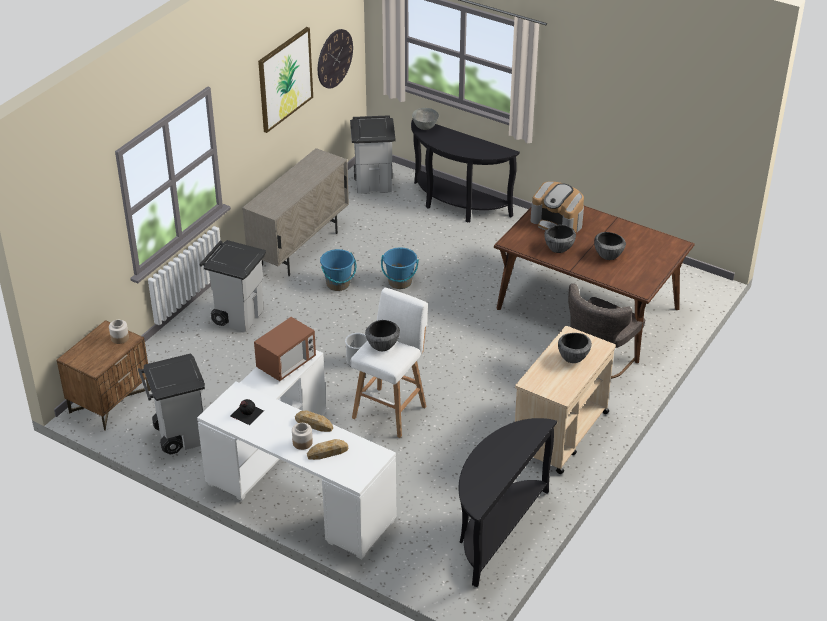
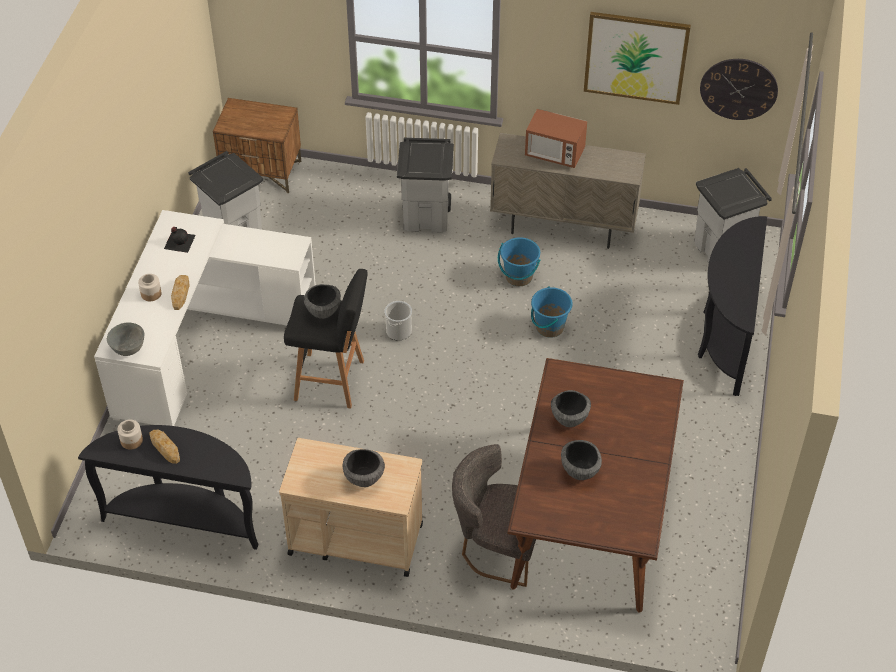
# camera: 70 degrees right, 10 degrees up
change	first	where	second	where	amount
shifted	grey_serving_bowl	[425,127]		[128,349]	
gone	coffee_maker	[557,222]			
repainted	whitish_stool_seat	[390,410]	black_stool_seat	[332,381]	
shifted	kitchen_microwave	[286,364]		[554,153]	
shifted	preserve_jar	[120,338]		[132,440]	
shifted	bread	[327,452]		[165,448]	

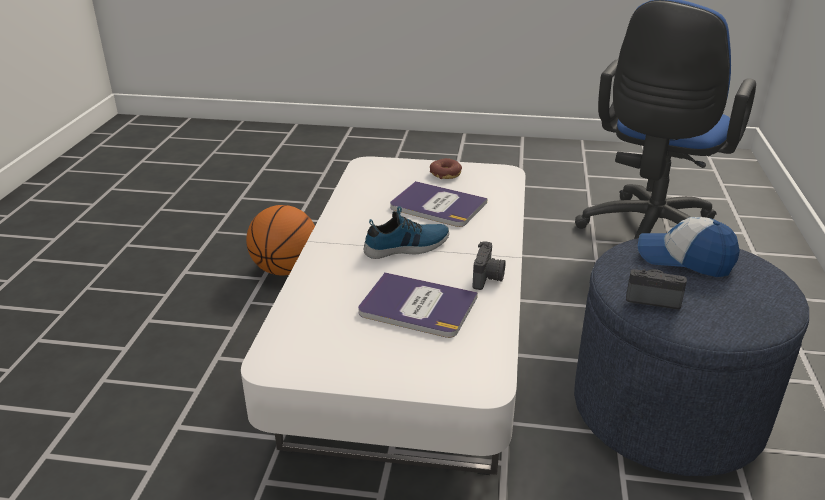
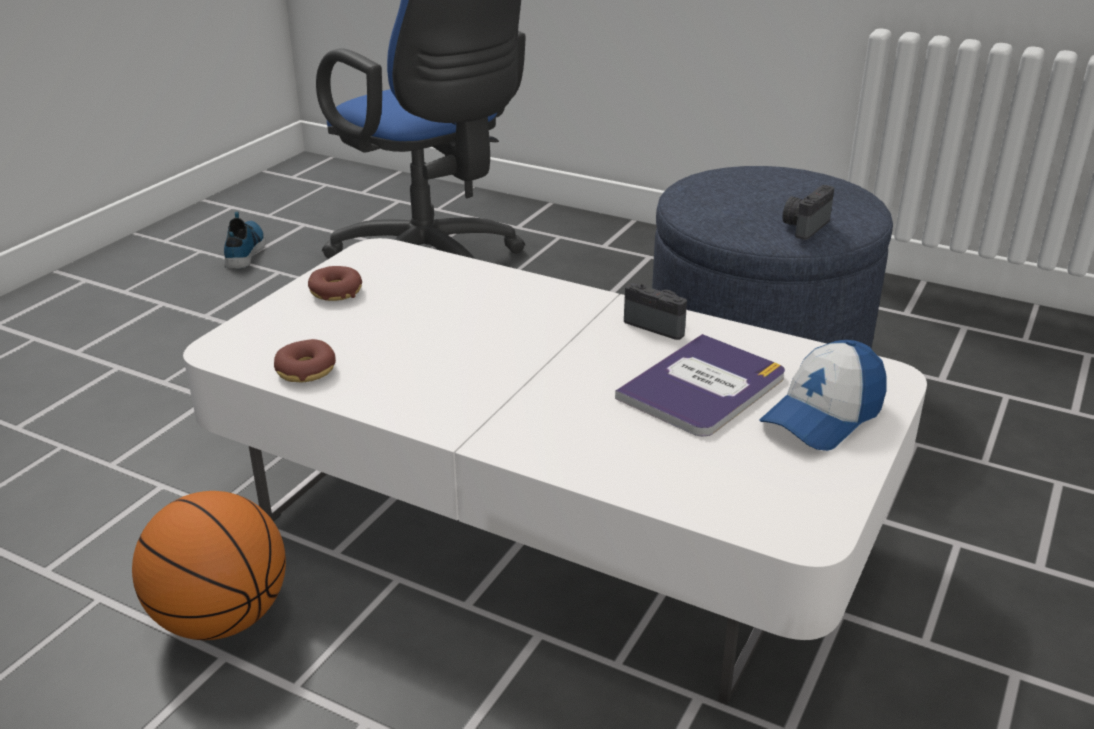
# camera: 70 degrees left, 0 degrees up
change	first	where	second	where	amount
gone	book	[437,205]			
shifted	item_of_footwear	[407,247]		[246,250]	
shifted	cap	[684,259]		[822,416]	
new			donut	[306,370]	

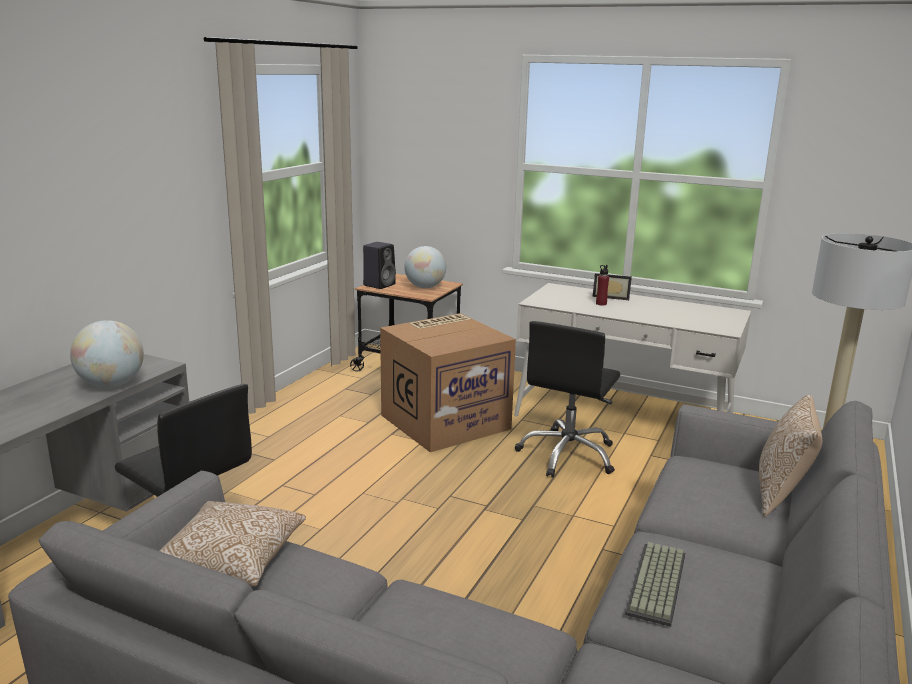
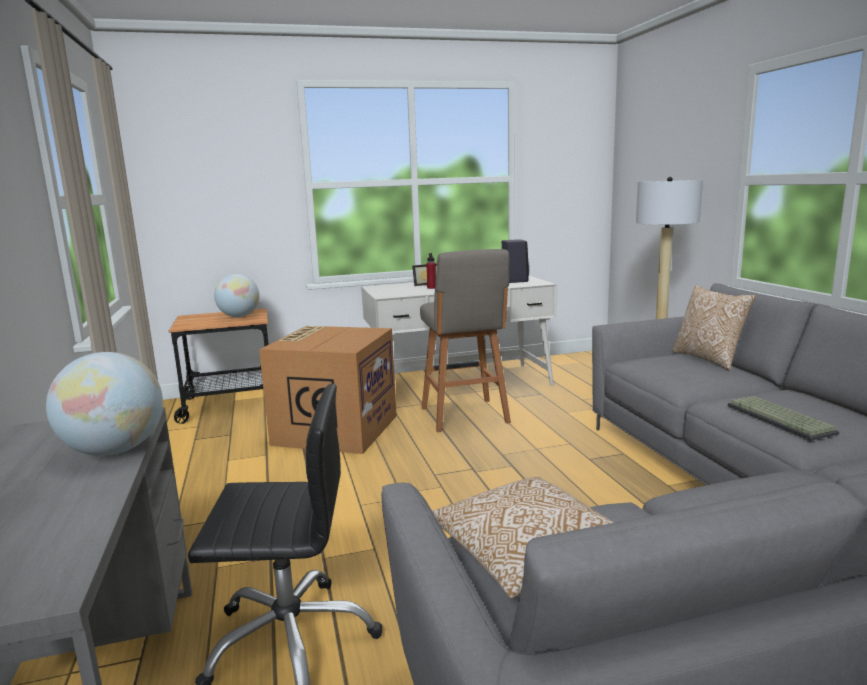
# camera: 40 degrees left, 5 degrees down
change	first	where	second	where	amount
shifted	black_audio_speaker	[379,285]		[514,280]	
swapped	black_desk_chair	[568,455]	grey_stool_seat	[465,416]	

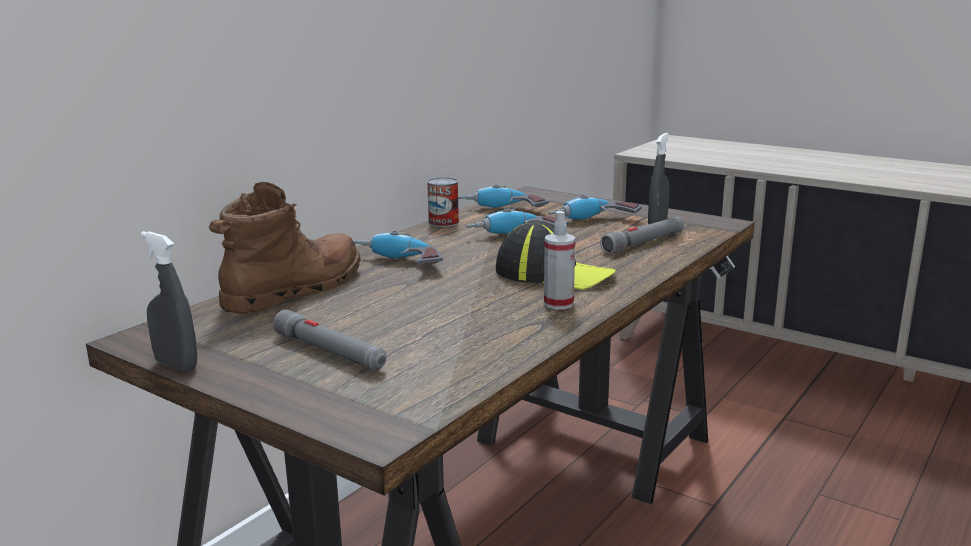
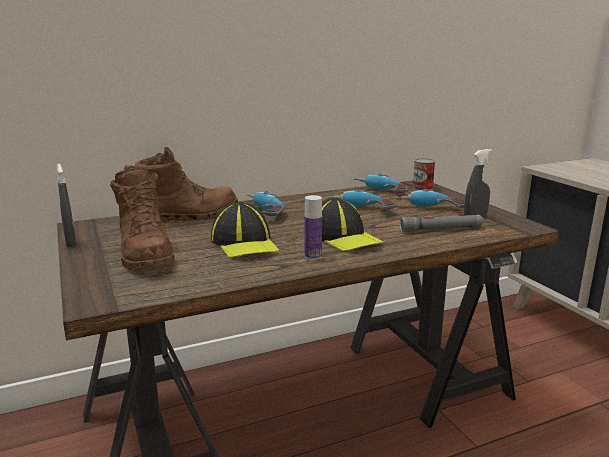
# camera: 30 degrees right, 0 degrees up
change	first	where	second	where	amount
shifted	metal_can	[443,222]		[422,188]	
swapped	sprayer	[558,304]	drink_bottle	[313,256]	
swapped	grey_flashlight	[330,352]	brown_tall_boot	[144,254]	
new			cap	[245,243]	

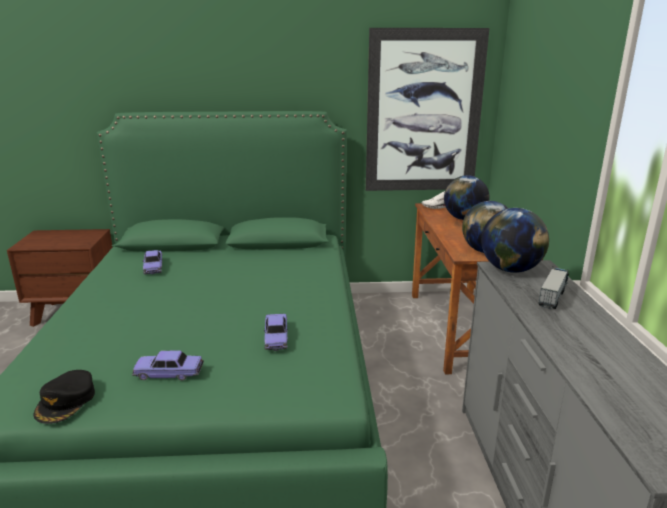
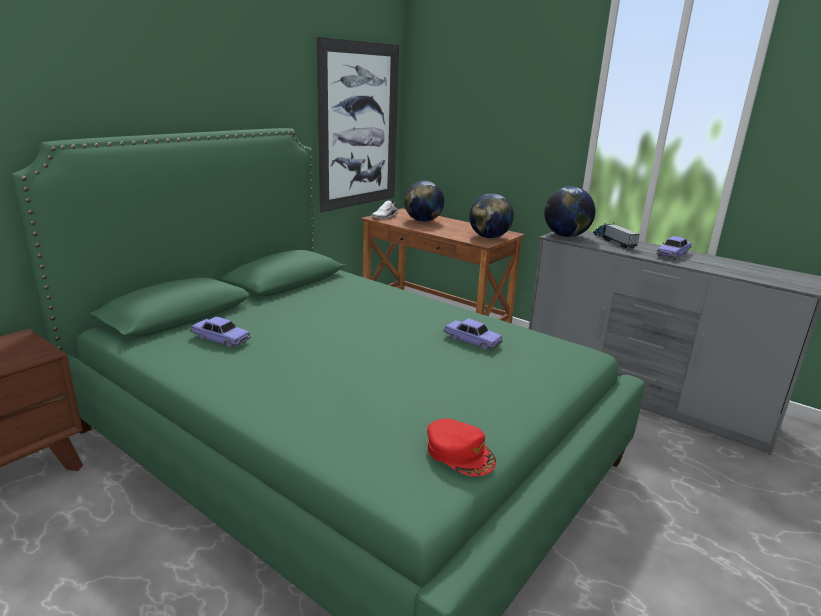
# camera: 50 degrees left, 0 degrees up
change	first	where	second	where	amount
shifted	toy_car	[169,373]		[672,254]	
repainted	black_cap	[66,401]	reddish_cap	[460,453]	

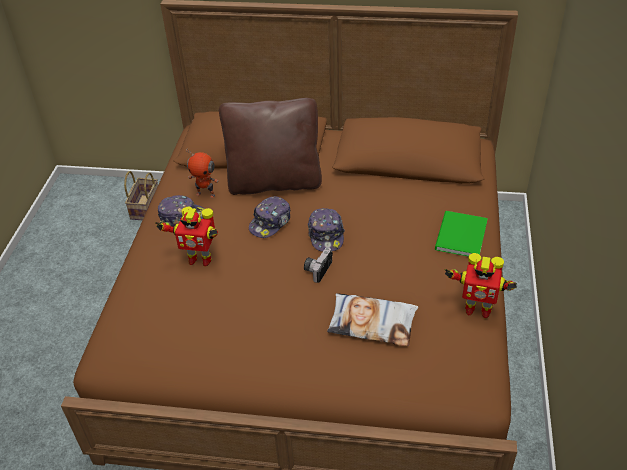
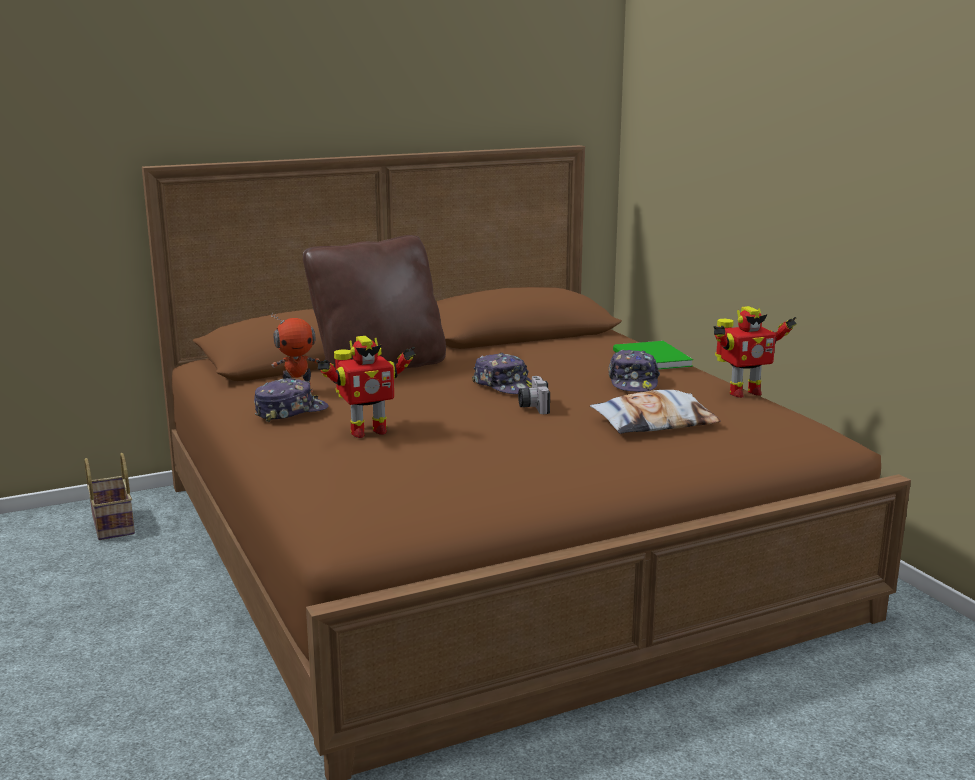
# camera: 35 degrees left, 25 degrees down
change	first	where	second	where	amount
shifted	cap	[270,223]		[633,382]	

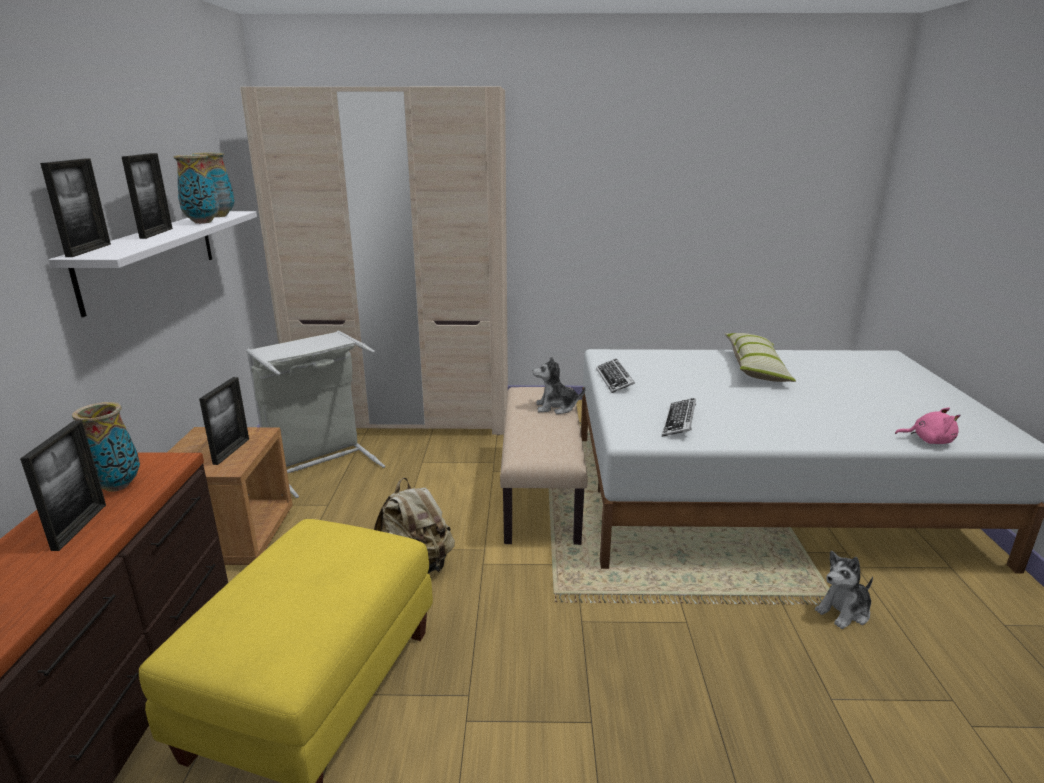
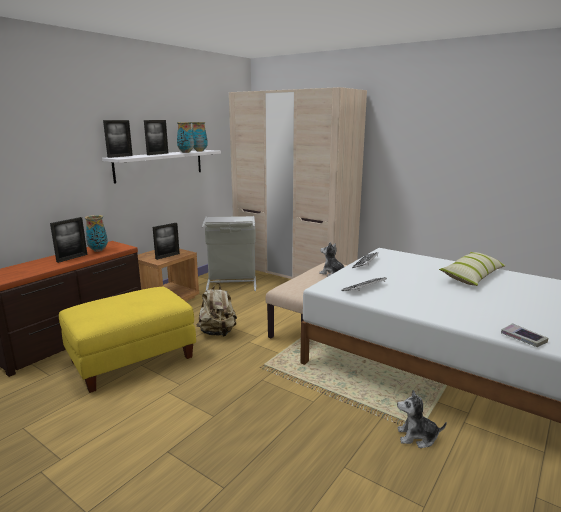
# camera: 35 degrees right, 5 degrees down
change	first	where	second	where	amount
swapped	pinkish_cuddly_toy	[928,440]	book	[523,338]	

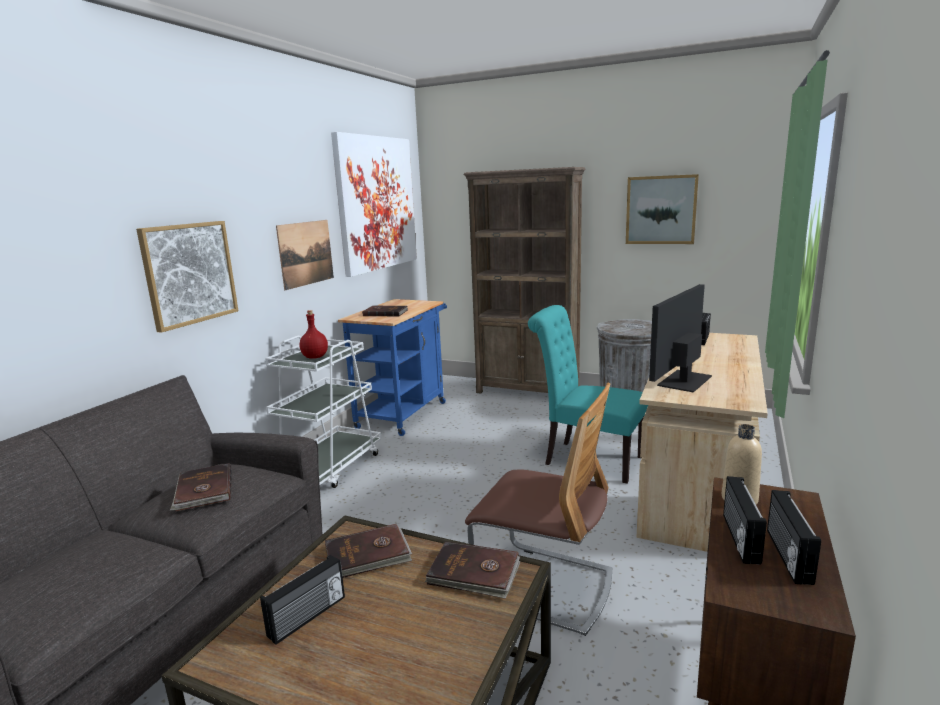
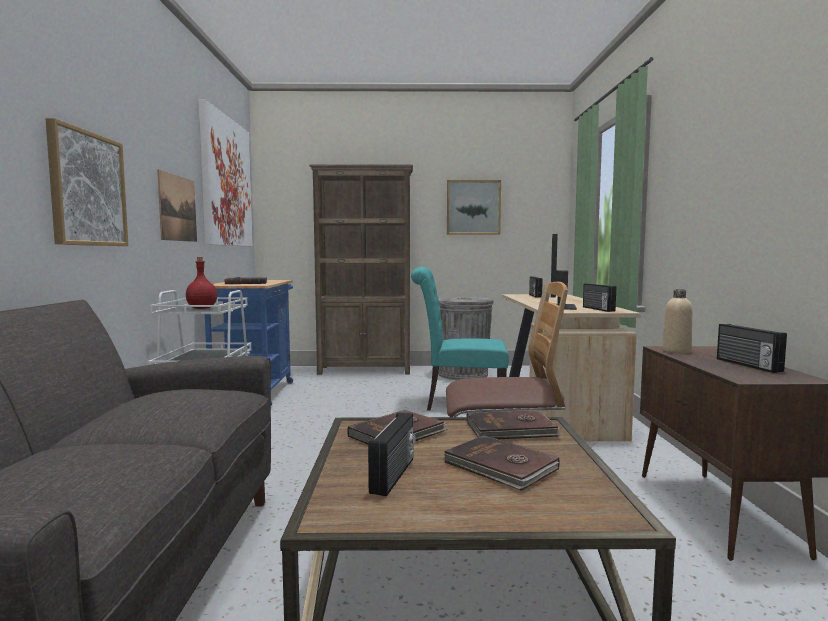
# camera: 25 degrees left, 10 degrees down
change	first	where	second	where	amount
shifted	brown_book	[203,490]		[500,466]	
shifted	radio	[739,538]		[597,309]	

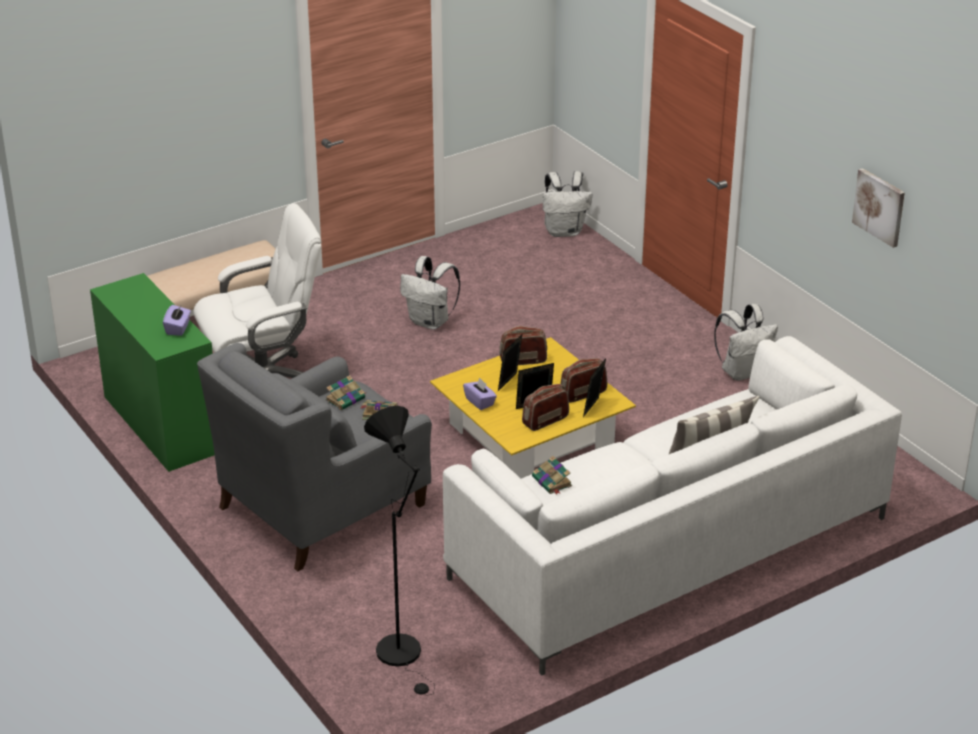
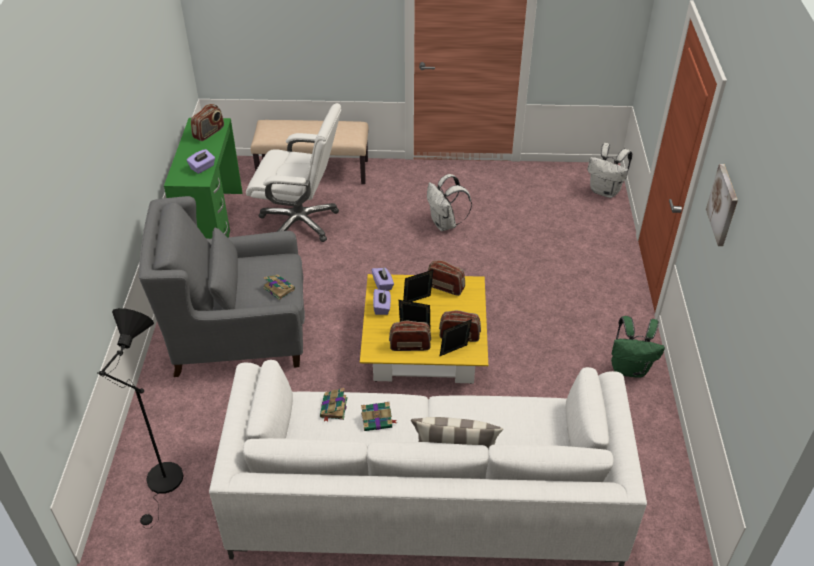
# camera: 35 degrees right, 10 degrees up
change	first	where	second	where	amount
shifted	wall_art	[879,207]		[723,205]	
repainted	whitish_backpack	[742,372]	green-coloured_backpack	[630,368]	
shifted	book	[346,399]		[377,420]	
new			radio	[209,133]	
new			purple_box_of_tissues	[383,284]	

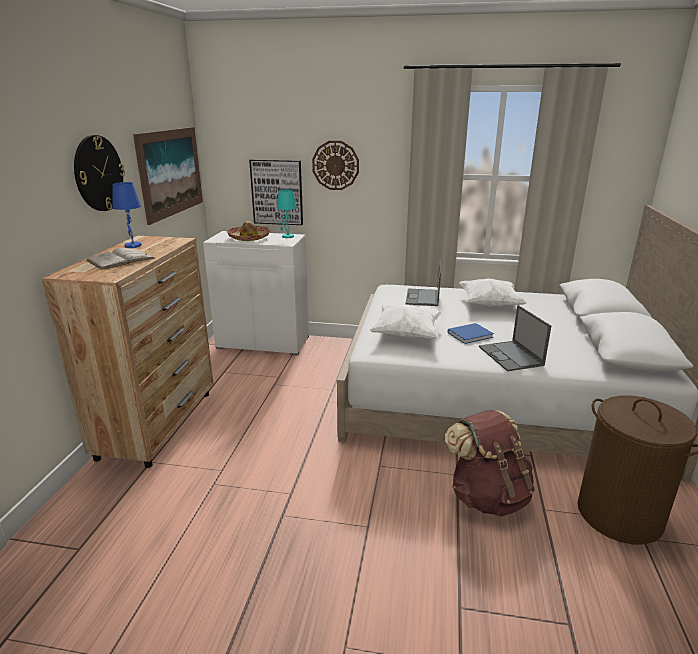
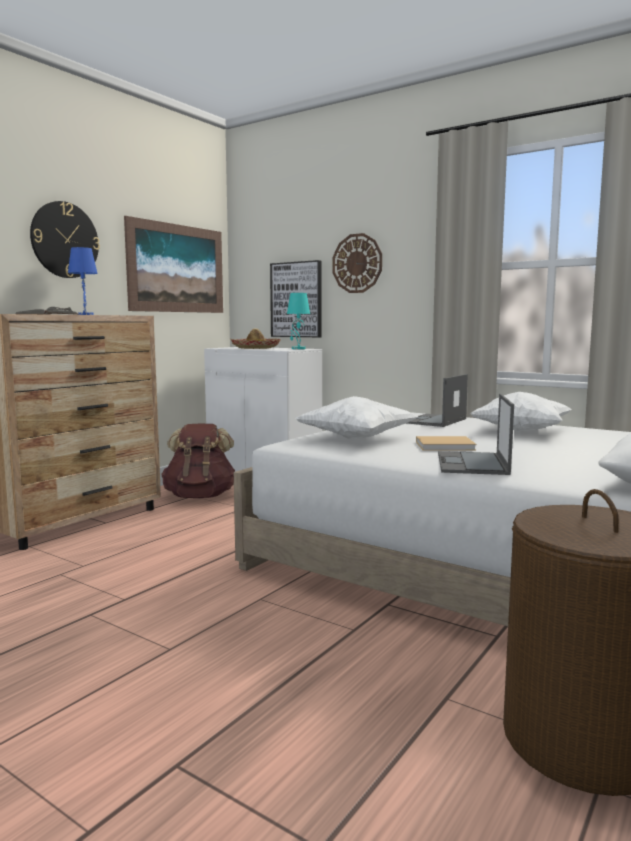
# camera: 25 degrees right, 15 degrees down
change	first	where	second	where	amount
repainted	blue_book	[471,334]	beige-coloured_book	[446,446]	
shifted	brown_backpack	[487,496]		[200,497]	

